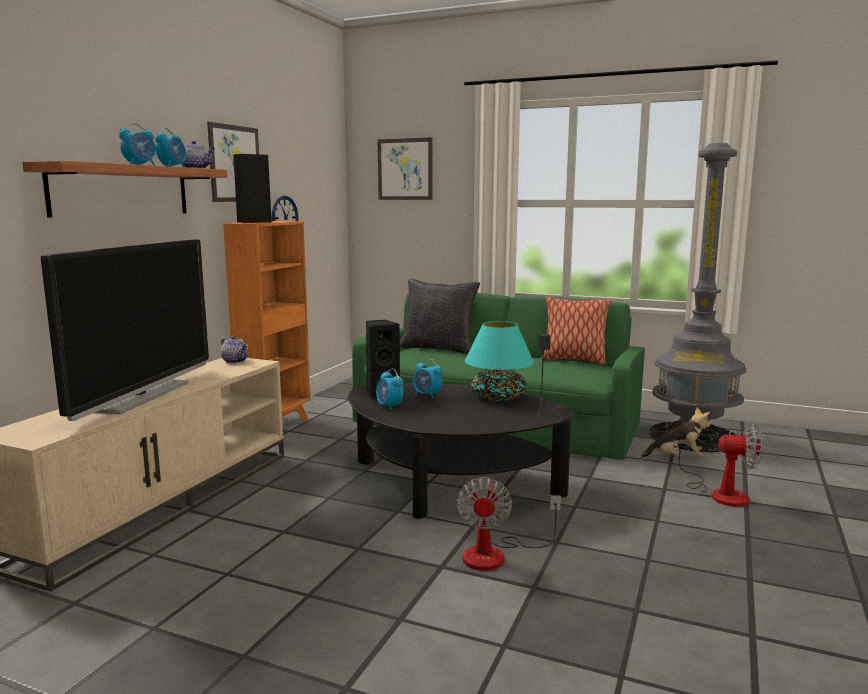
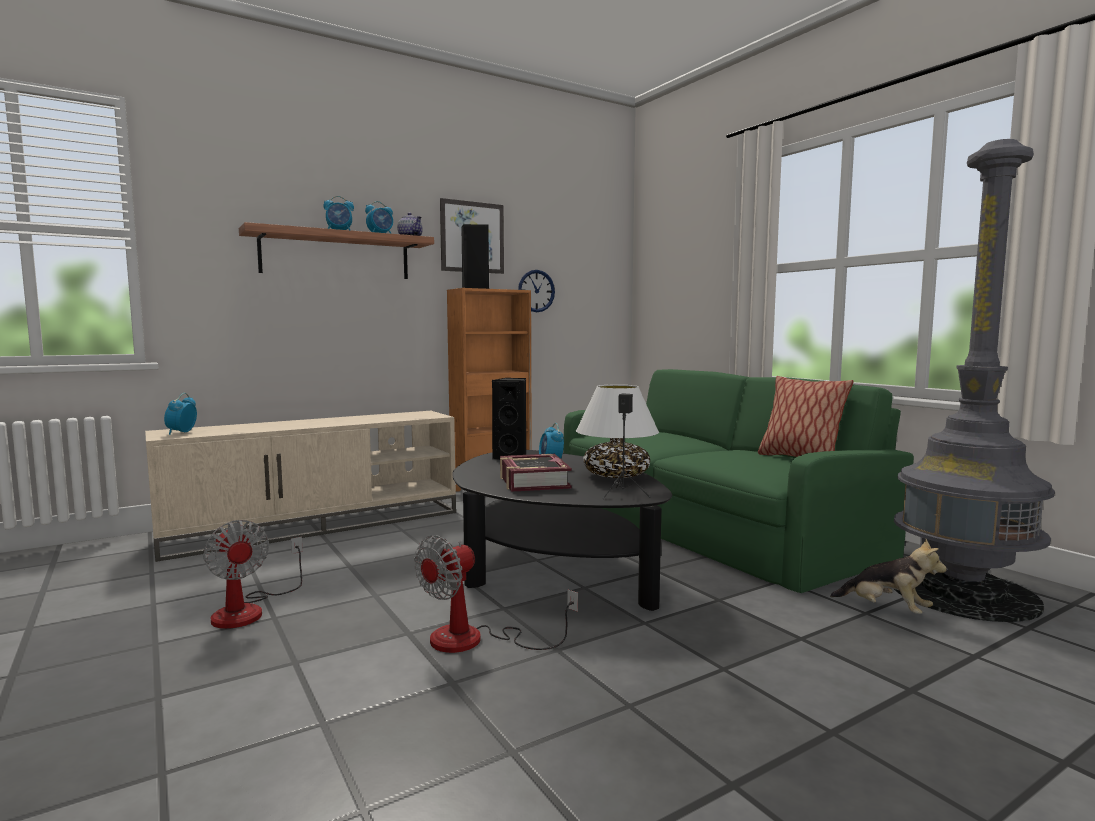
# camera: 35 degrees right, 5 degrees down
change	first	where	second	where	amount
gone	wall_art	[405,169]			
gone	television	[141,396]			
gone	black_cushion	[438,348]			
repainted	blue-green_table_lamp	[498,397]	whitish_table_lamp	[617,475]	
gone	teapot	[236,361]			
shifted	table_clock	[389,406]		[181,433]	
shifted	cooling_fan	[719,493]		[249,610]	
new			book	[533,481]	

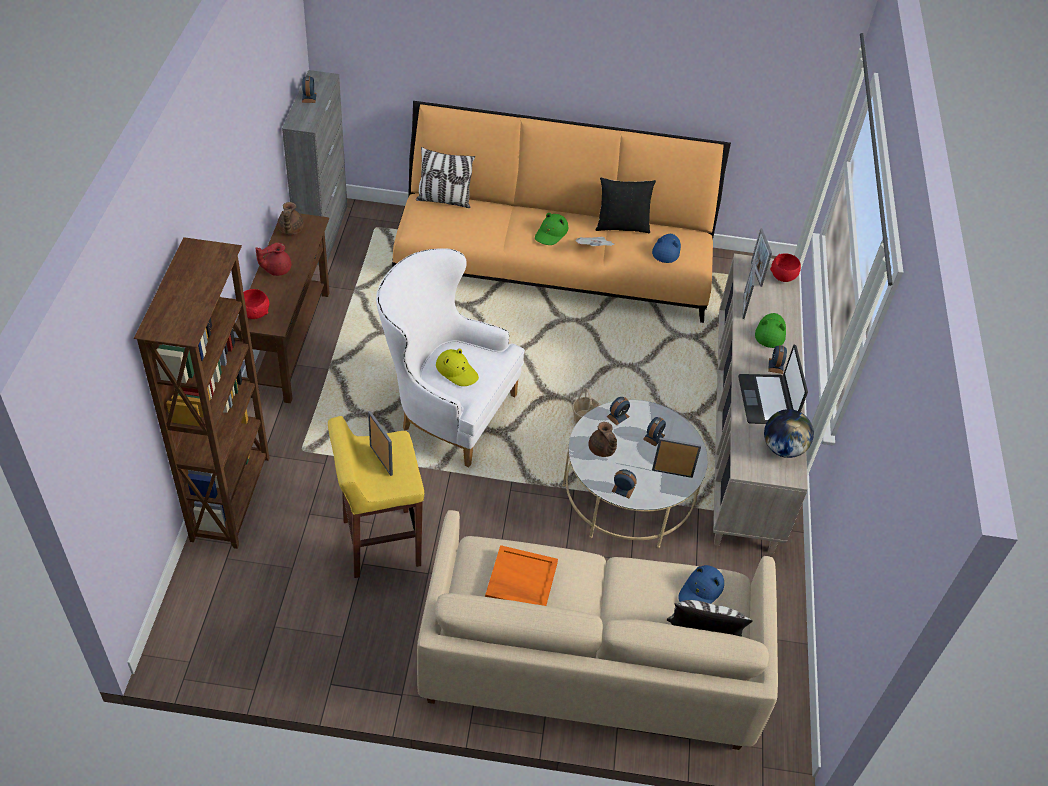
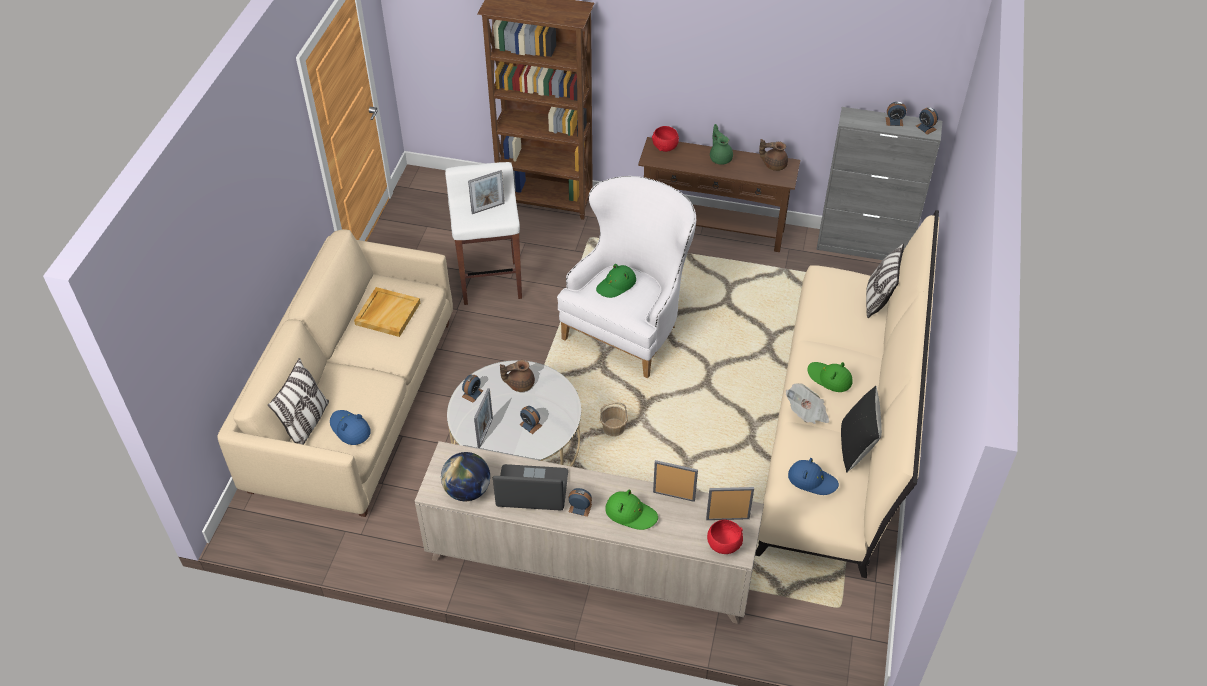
# camera: 100 degrees right, 0 degrees up
change	first	where	second	where	amount
repainted	orange-coloured_couch	[553,265]	beige-coloured_couch	[839,424]	
repainted	reddish_teapot	[276,269]	green-coloured_teapot	[720,158]	
repainted	yellow_clothing_hat	[457,371]	green-coloured_clothing_hat	[616,285]	
shifted	table_clock	[617,416]		[926,127]	
repainted	yellow_stool_seat	[380,543]	whitish_stool_seat	[490,282]	
repainted	orange-coloured_tray	[520,581]	beige-coloured_tray	[387,313]	

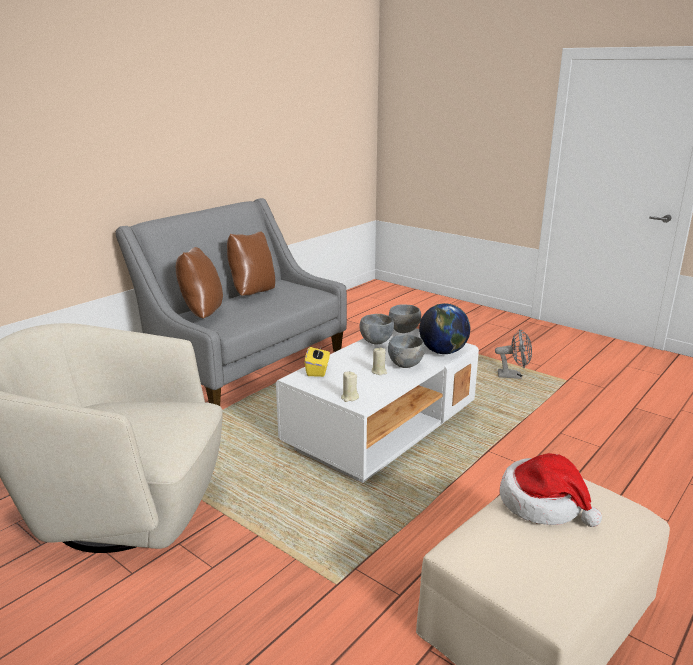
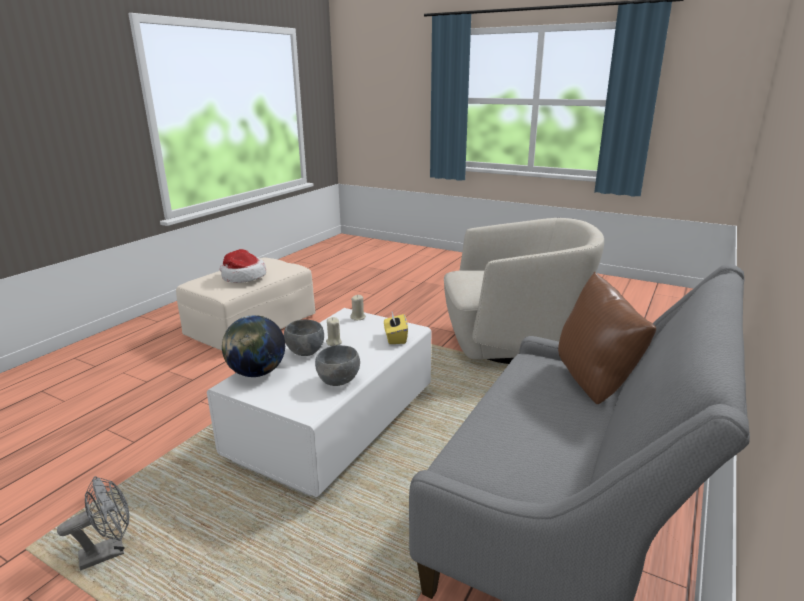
# camera: 170 degrees right, 0 degrees up
change	first	where	second	where	amount
gone	brown_cushion	[252,293]			
gone	grey_serving_bowl	[404,331]			
rotated	grey_cooling_fan	[513,376]		[109,551]	150 degrees clockwise

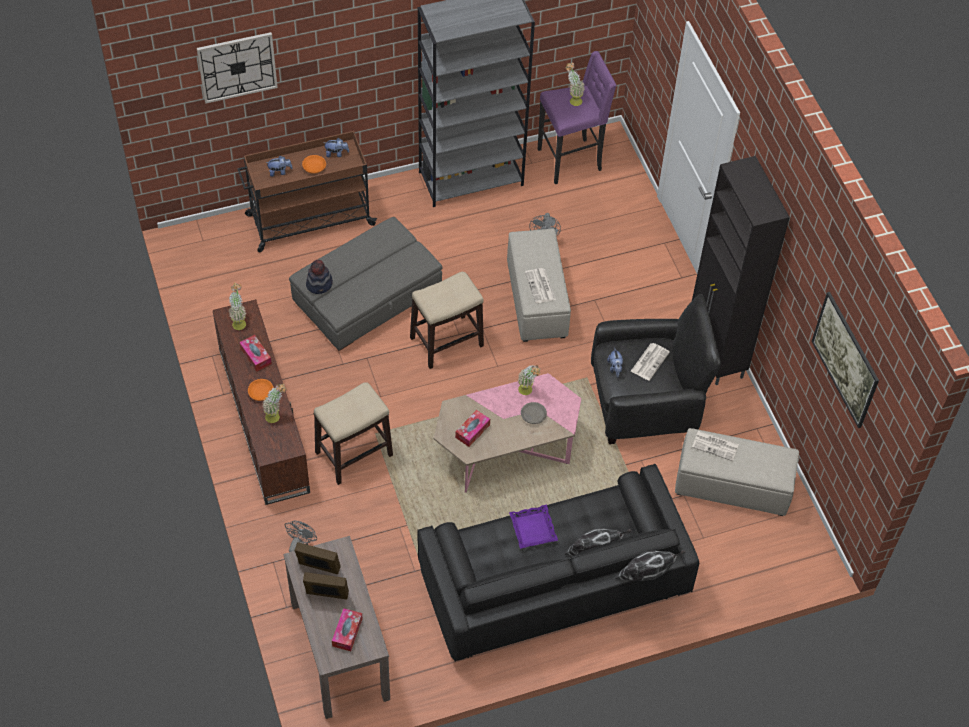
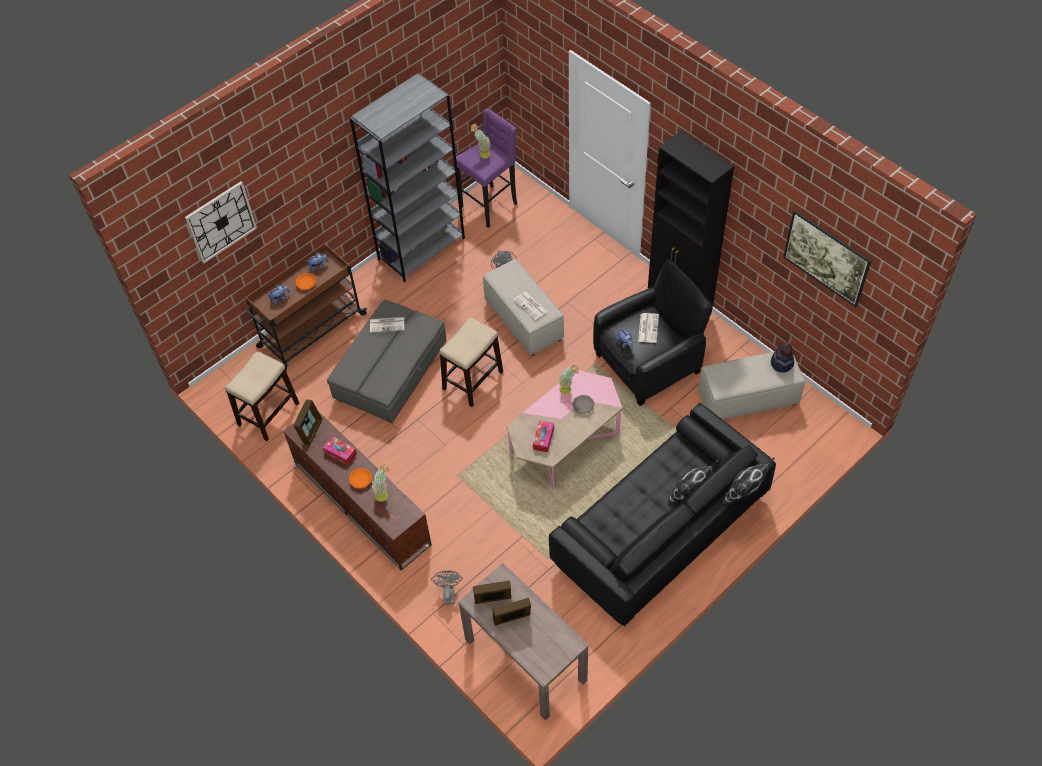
# camera: 20 degrees left, 0 degrees up
change	first	where	second	where	amount
shifted	clothing_hat	[319,284]		[782,363]	
swapped	houseplant	[239,321]	photo_frame	[311,431]	
shifted	stool_seat	[353,454]		[268,414]	
shifted	printed_paper	[716,446]		[387,324]	
gone	purple_tray	[532,529]			
gone	box_of_tissues	[347,632]			

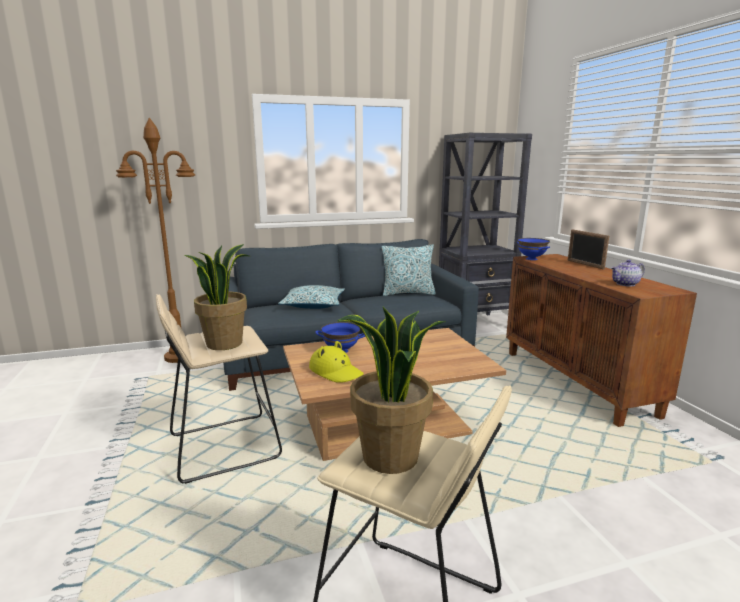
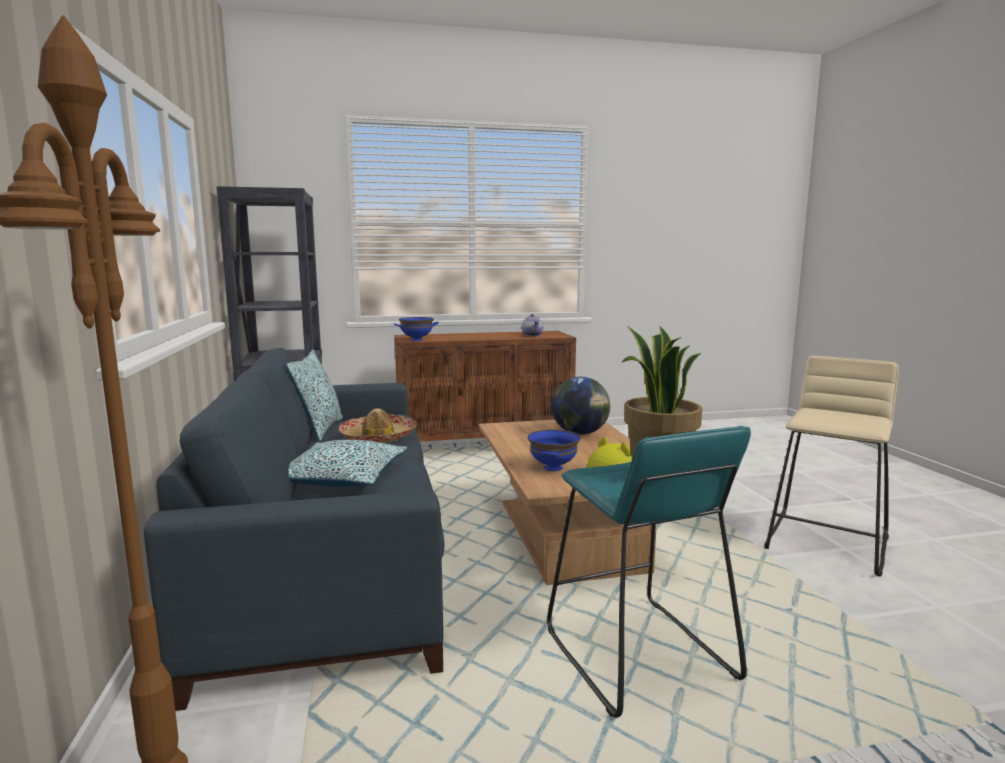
# camera: 85 degrees left, 5 degrees down
change	first	where	second	where	amount
gone	photo_frame	[585,264]			
repainted	beige-coloured_stool_seat	[224,446]	blue-green_stool_seat	[636,654]	
gone	houseplant	[390,458]			
new			desk_globe	[580,433]	
new			clothing_hat	[378,437]	

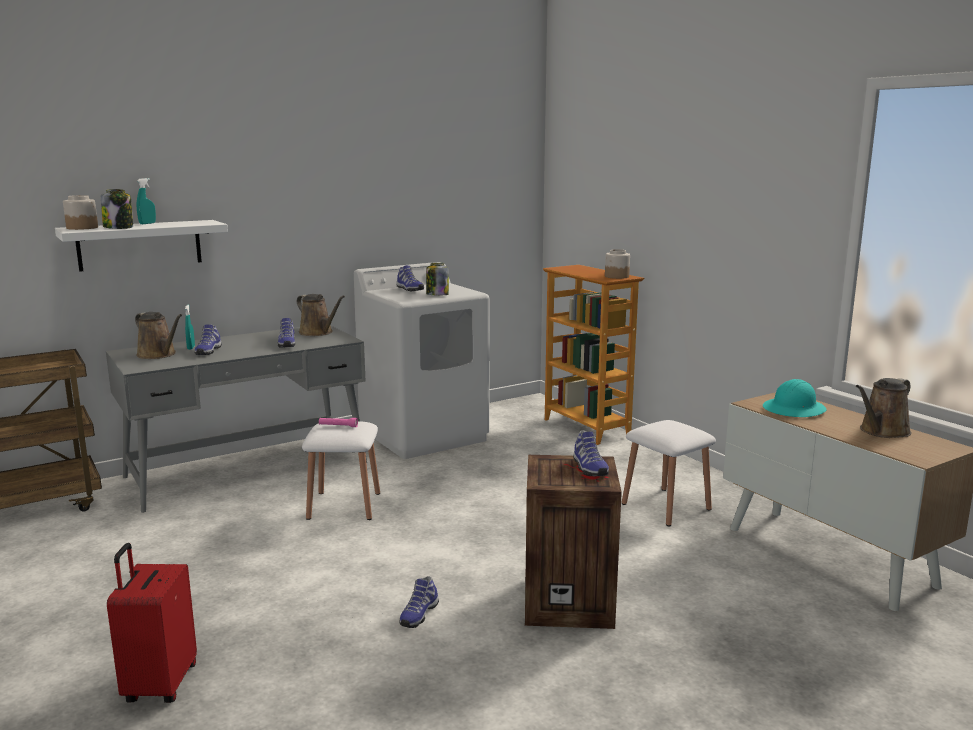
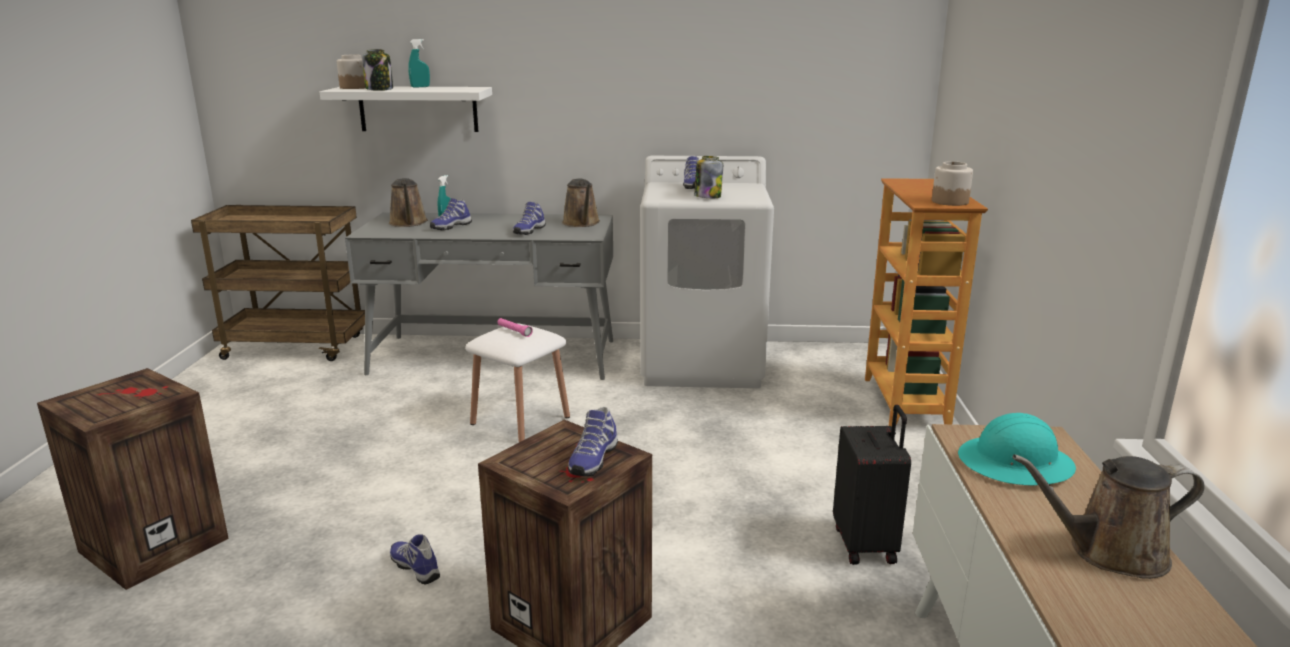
# camera: 35 degrees right, 5 degrees up
change	first	where	second	where	amount
swapped	whitish_stool_seat	[666,506]	black_piece_of_luggage	[866,544]	
swapped	reddish_piece_of_luggage	[159,685]	packing_crate	[155,543]	
rotated	item_of_footwear	[418,614]		[417,567]	75 degrees clockwise

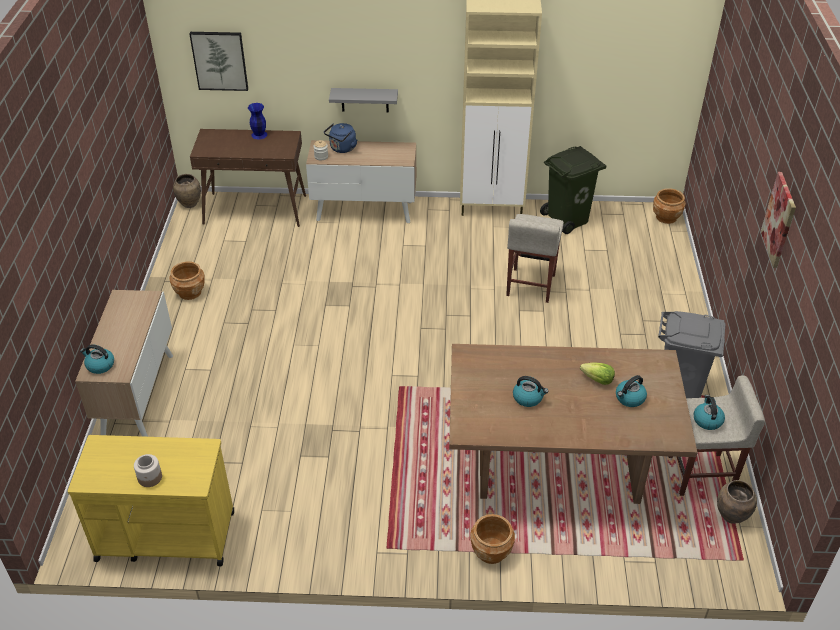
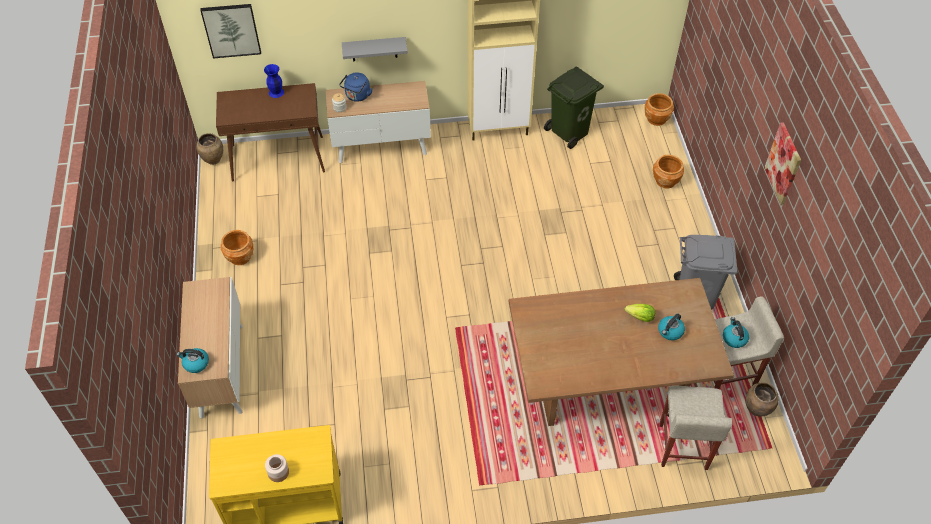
# camera: 10 degrees left, 10 degrees up
change	first	where	second	where	amount
shifted	beige-coloured_stool_seat	[530,286]		[683,447]	
gone	tea_kettle	[528,398]			
shifted	brown_flower_pot	[491,551]		[665,181]	

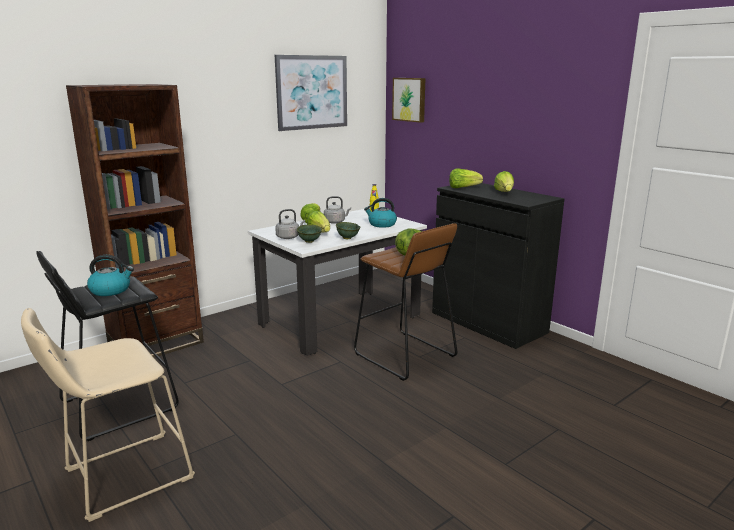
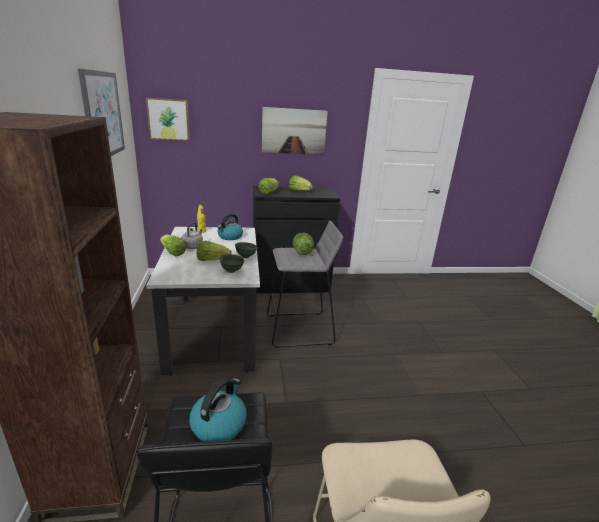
# camera: 60 degrees left, 5 degrees up
change	first	where	second	where	amount
gone	grey_tea_kettle	[289,237]			
repainted	brown_stool_seat	[404,355]	grey_stool_seat	[300,329]	
new			wall_art	[294,131]	

